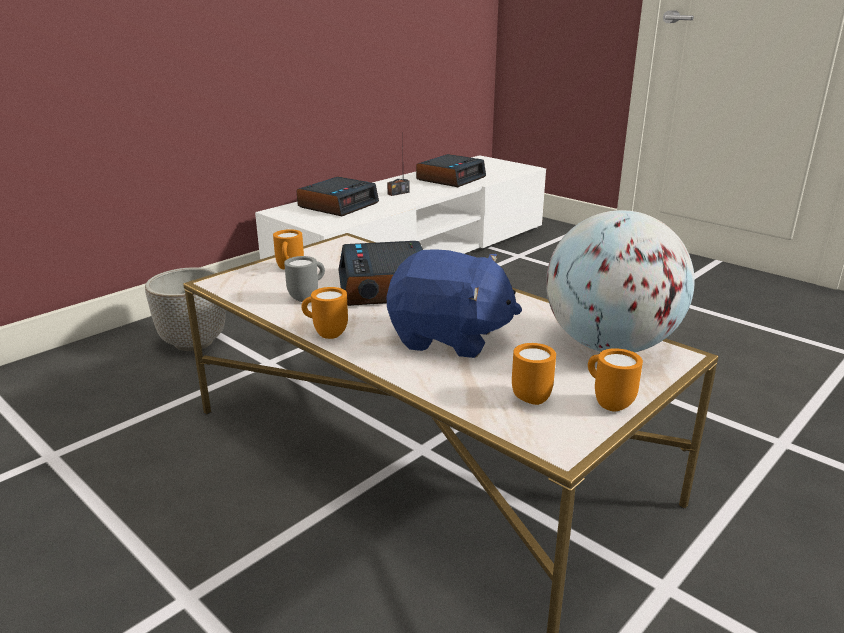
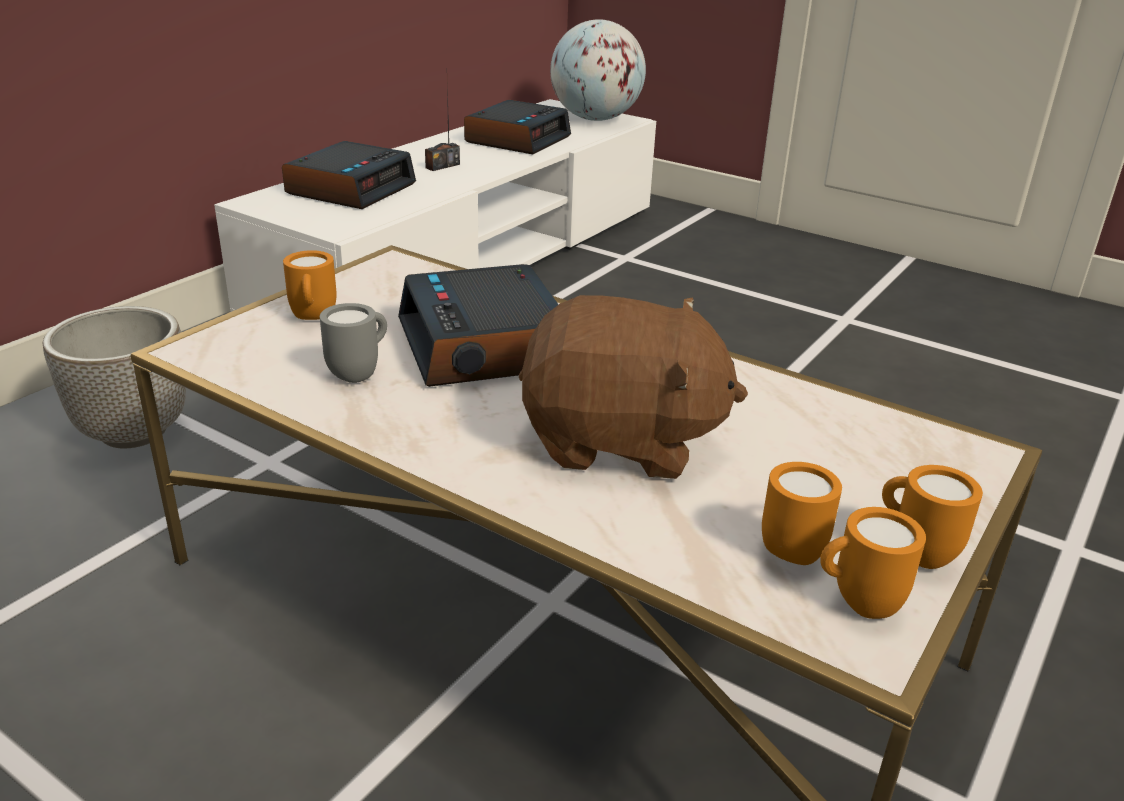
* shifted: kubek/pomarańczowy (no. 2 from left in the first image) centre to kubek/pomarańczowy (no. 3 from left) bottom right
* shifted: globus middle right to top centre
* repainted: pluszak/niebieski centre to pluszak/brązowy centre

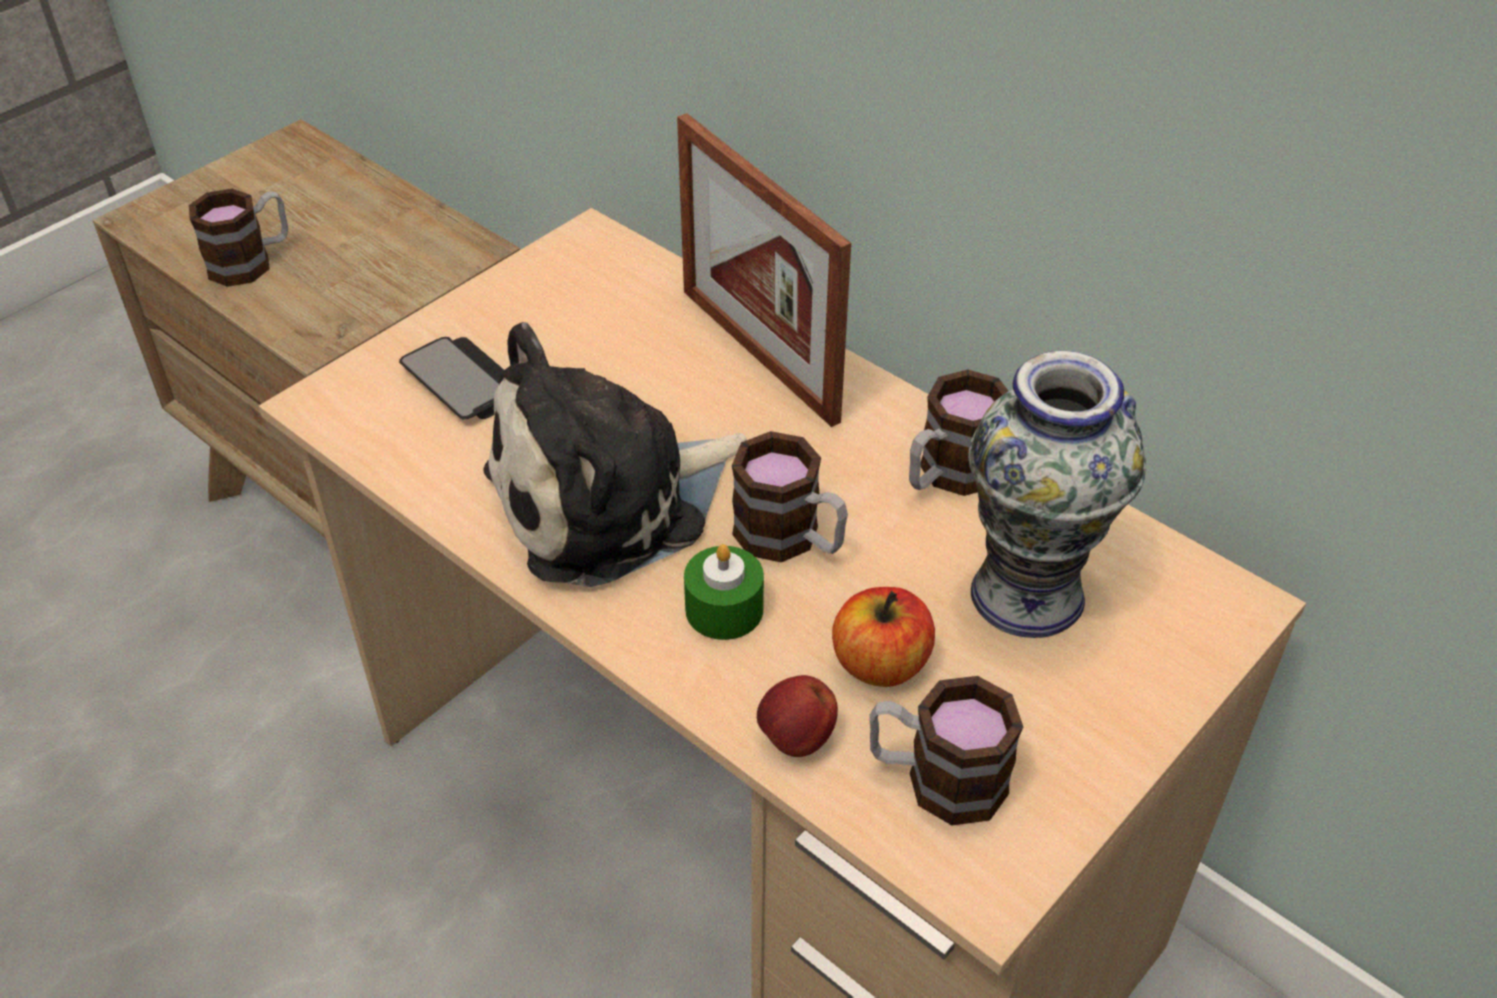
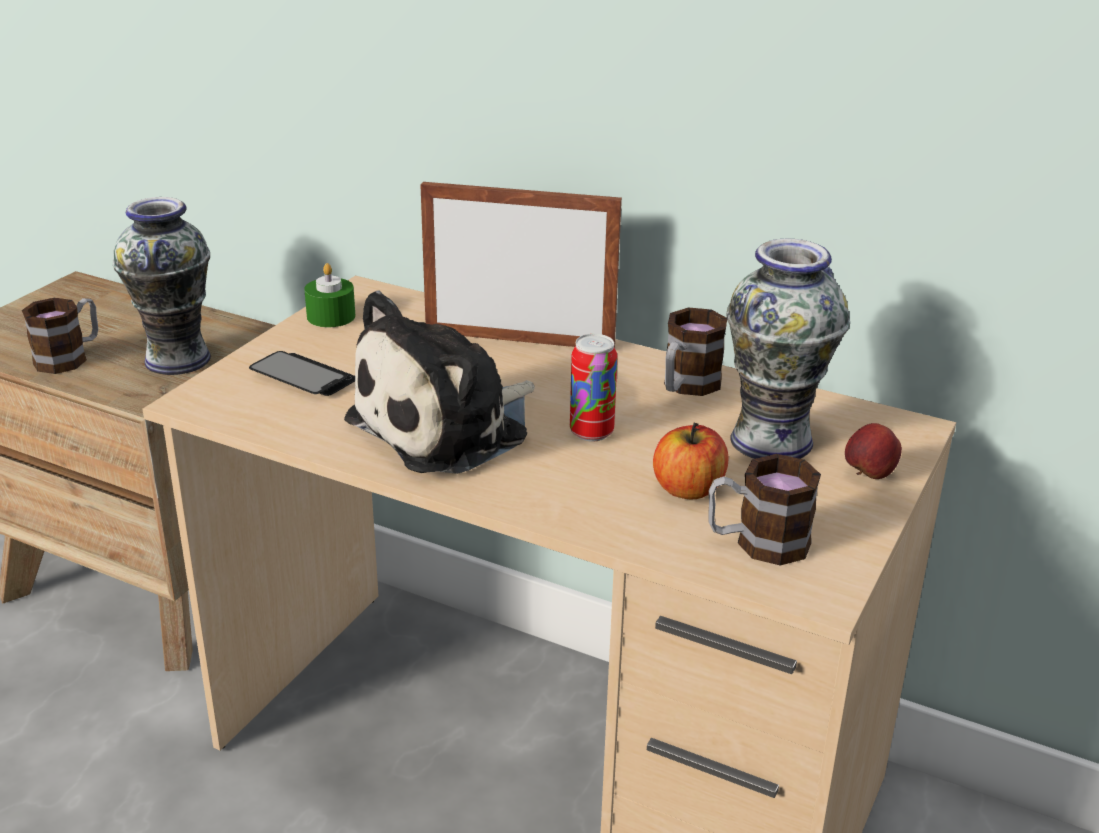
* new: wazon (no. 1 from left) middle left
* shifted: świeca/zielony centre to middle left
* shifted: jabłko (no. 1 from left in the first image) bottom centre to jabłko (no. 2 from left) middle right
* swapped: kubek (no. 2 from left) centre to puszka centre
* rotated: ramka na zdjęcie top centre = top centre 150 degrees clockwise

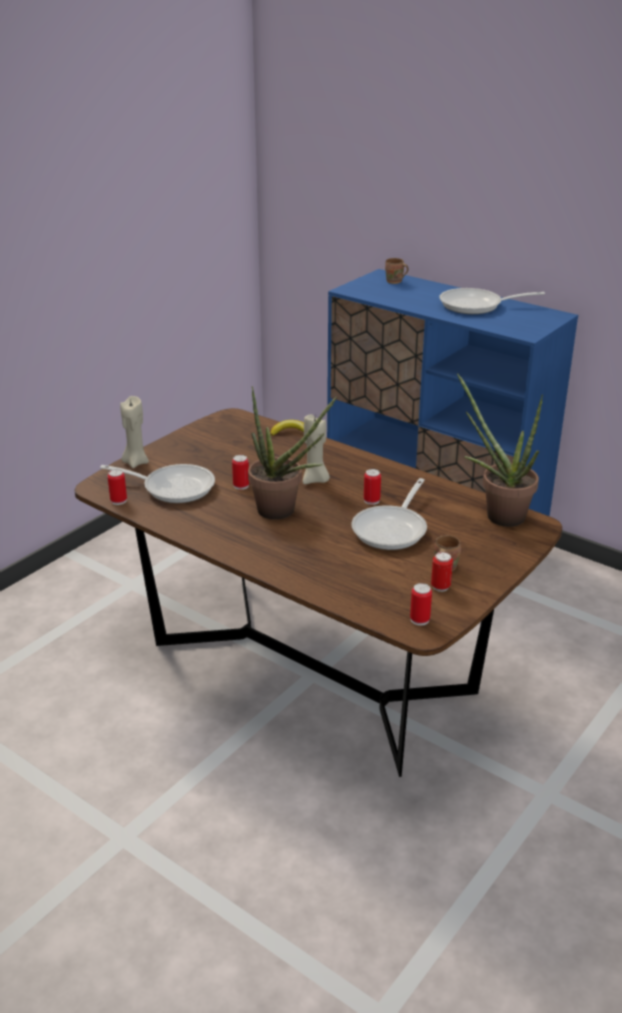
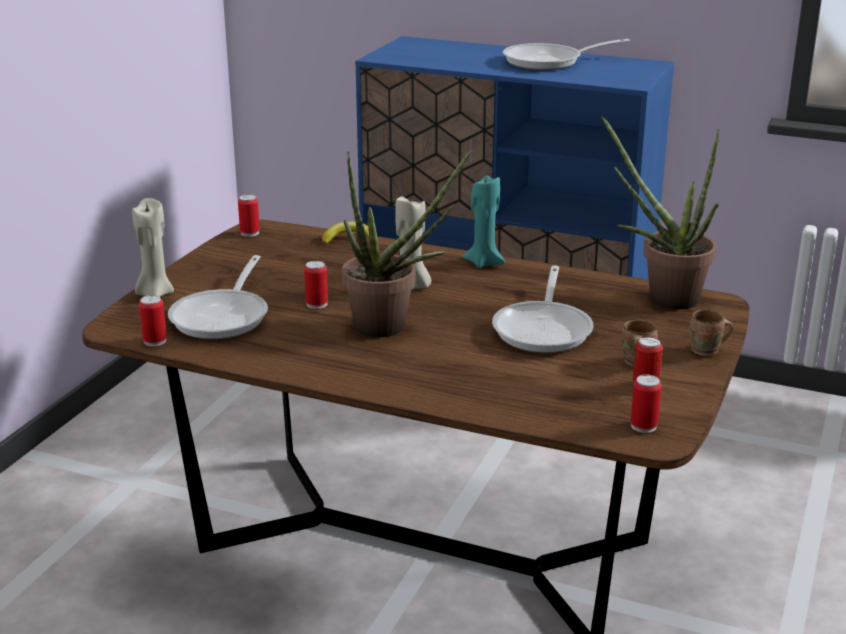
* new: świeca/turkusowy centre
* shifted: puszka (no. 3 from left in the first image) centre to puszka (no. 2 from left) middle left
* shifted: kubek/brązowy (no. 1 from left in the first image) top centre to kubek/brązowy (no. 2 from left) middle right
* rotated: patelnia (no. 1 from left) middle left = middle left 105 degrees clockwise

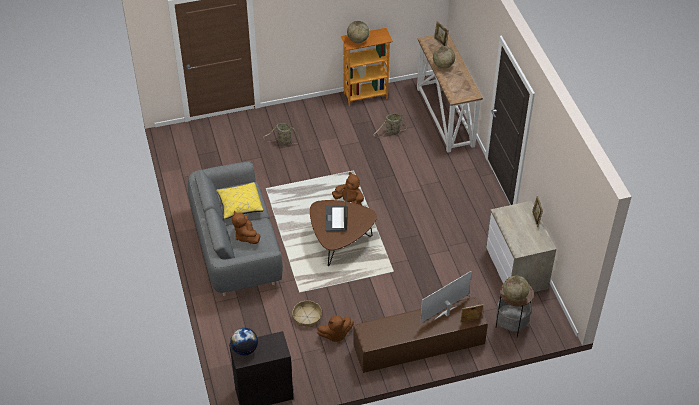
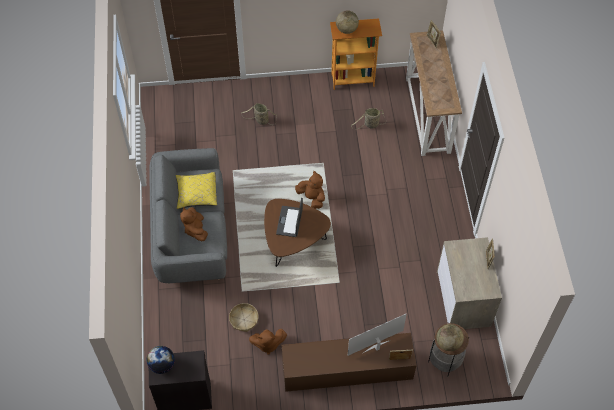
* gone: globus (no. 3 from left) top centre

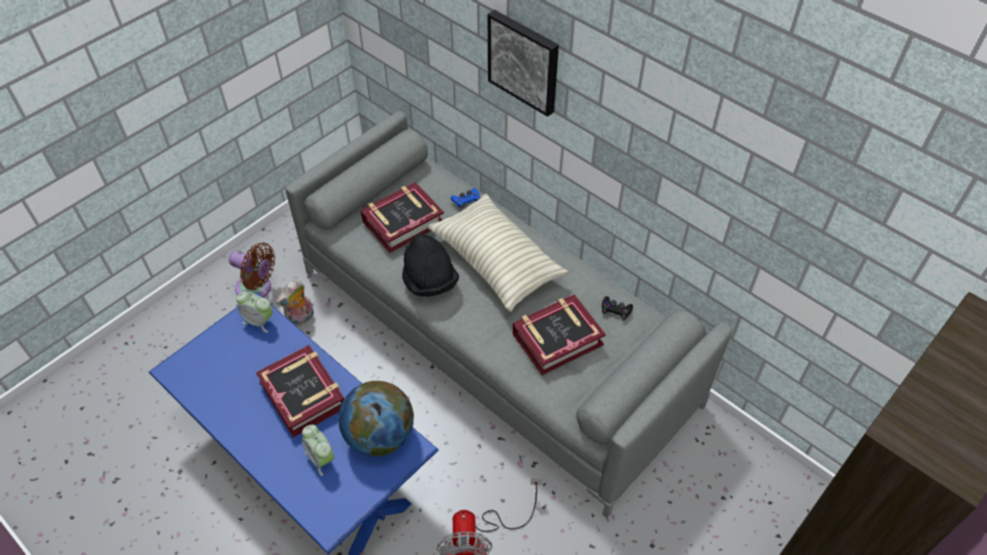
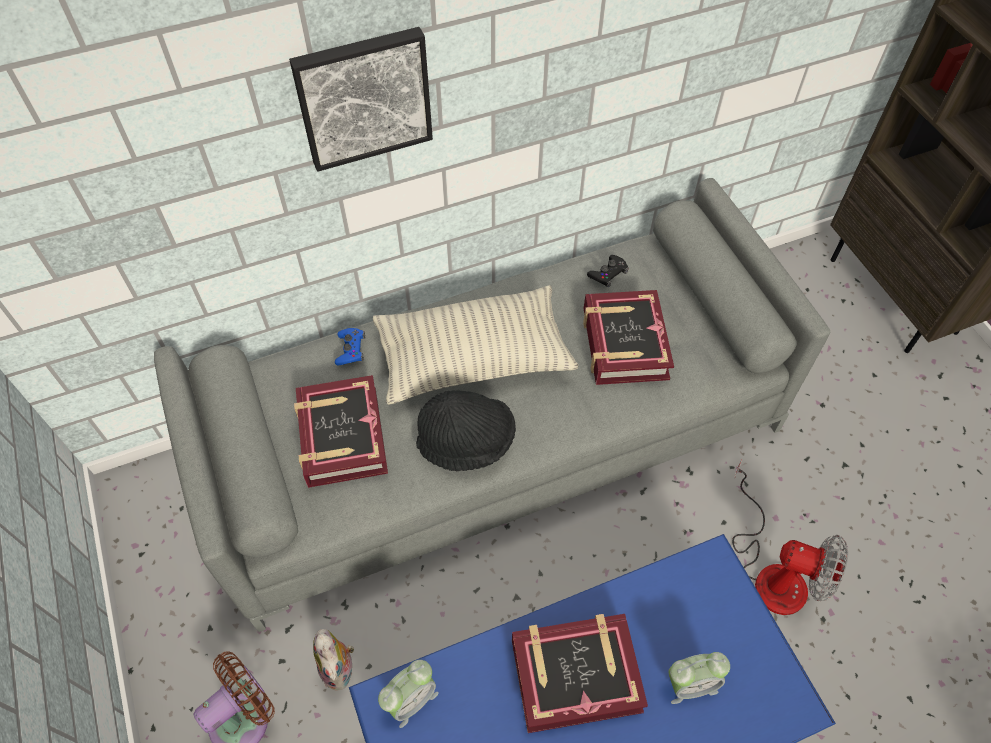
* gone: globus bottom centre

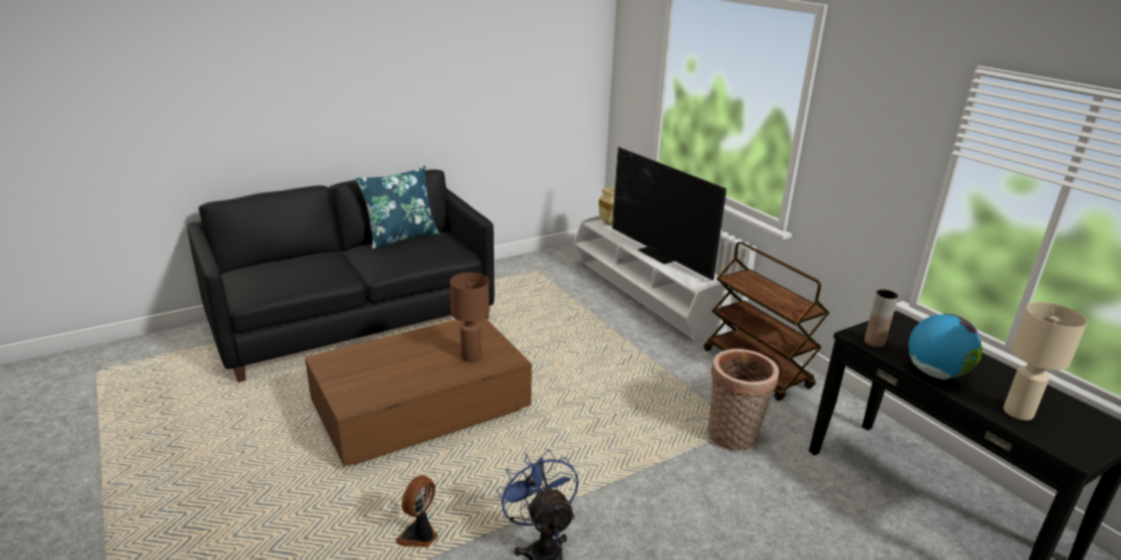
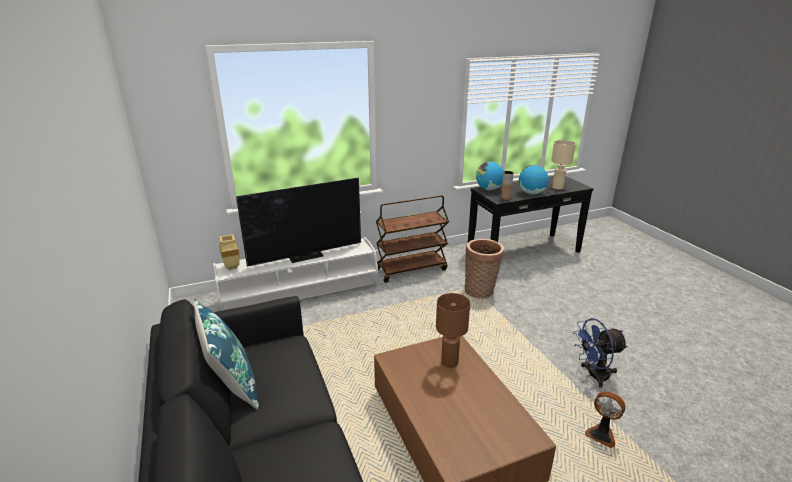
* new: globus (no. 1 from left) centre

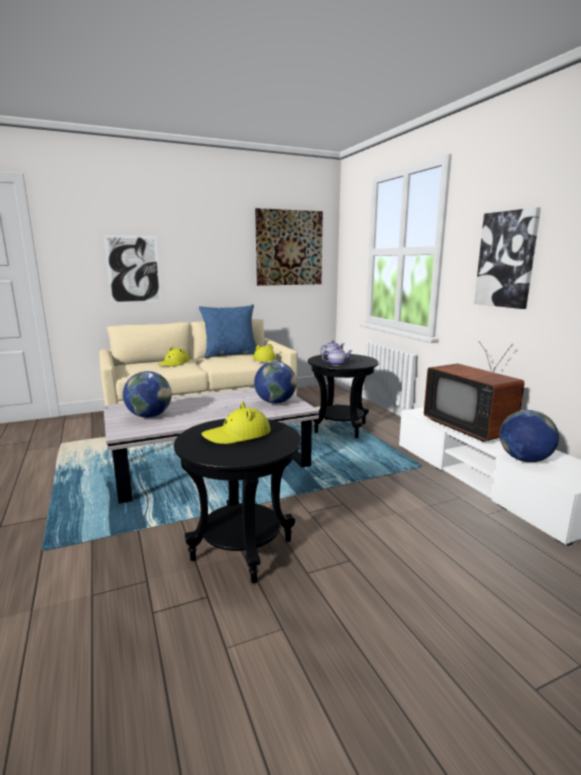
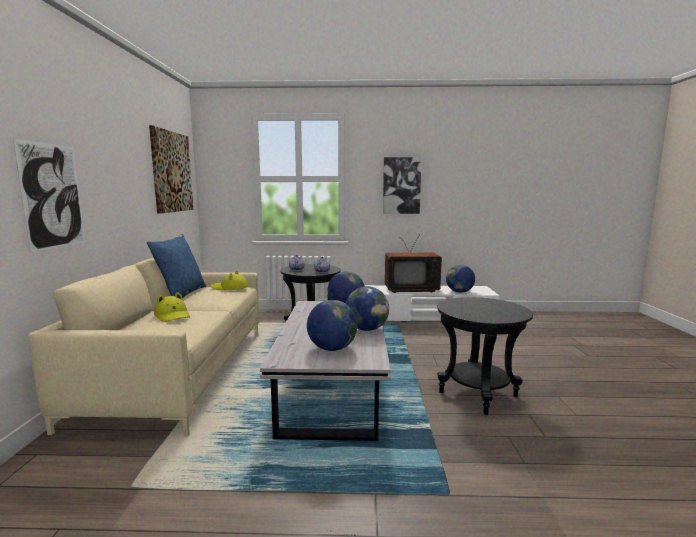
* gone: kapelusz/żółty (no. 2 from left) centre
* new: globus (no. 3 from left) centre

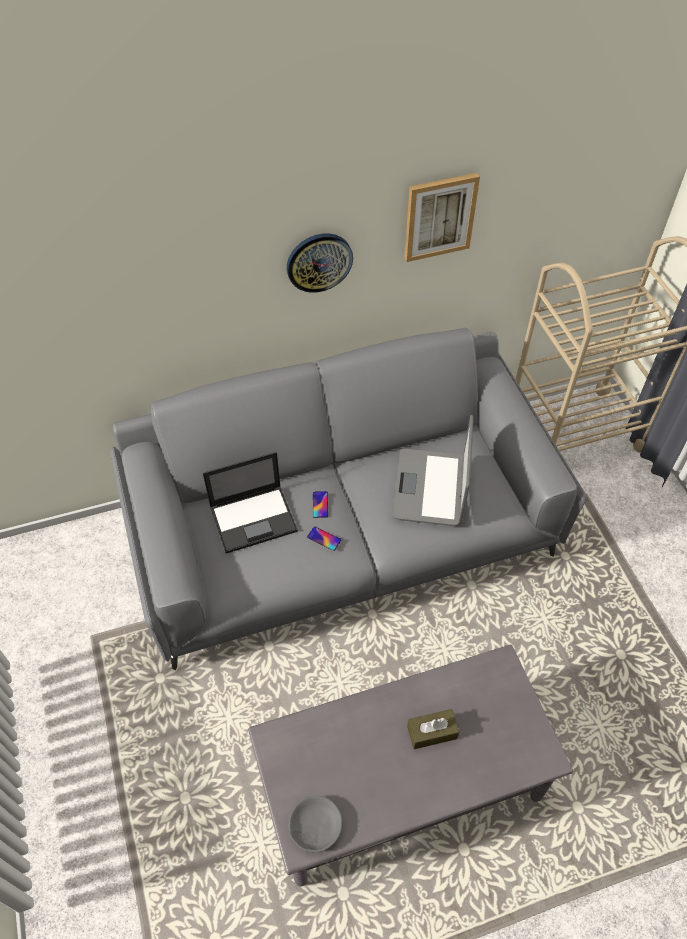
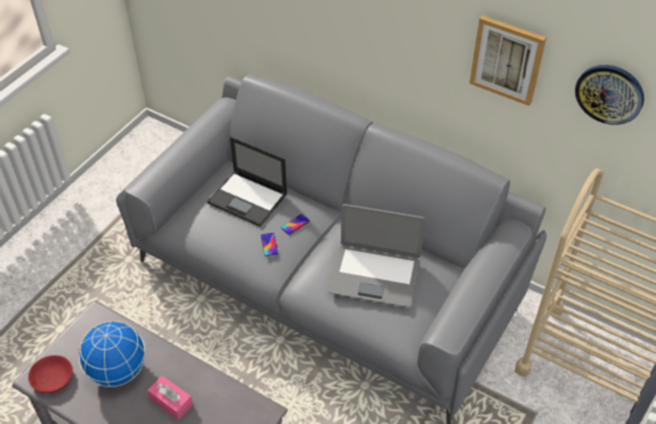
* new: globus bottom left
* shifted: zegar ścienny top centre to top right
* repainted: miska/szary bottom centre to miska/czerwony bottom left
* repainted: pudełko chusteczek/brązowy bottom centre to pudełko chusteczek/różowy bottom left
* rotated: laptop (no. 2 from left) centre = centre 135 degrees counterclockwise

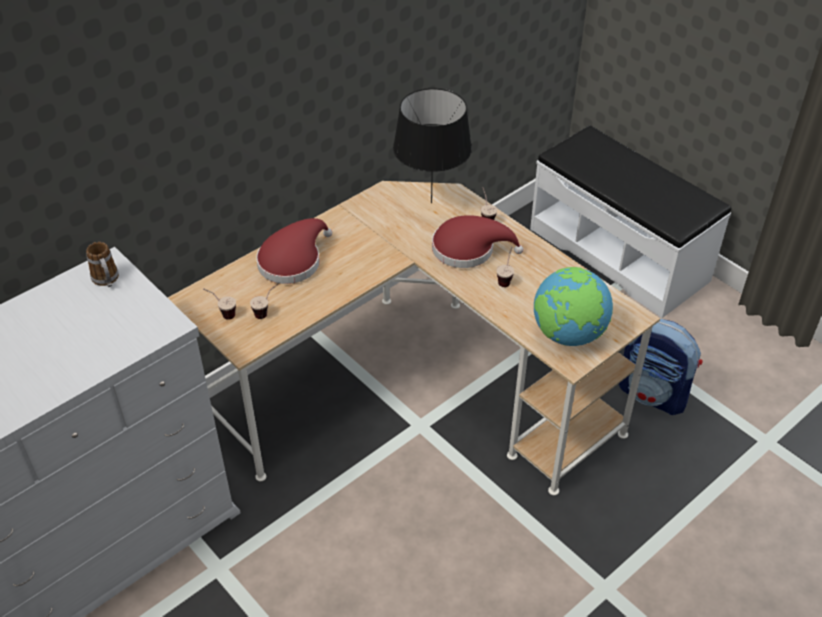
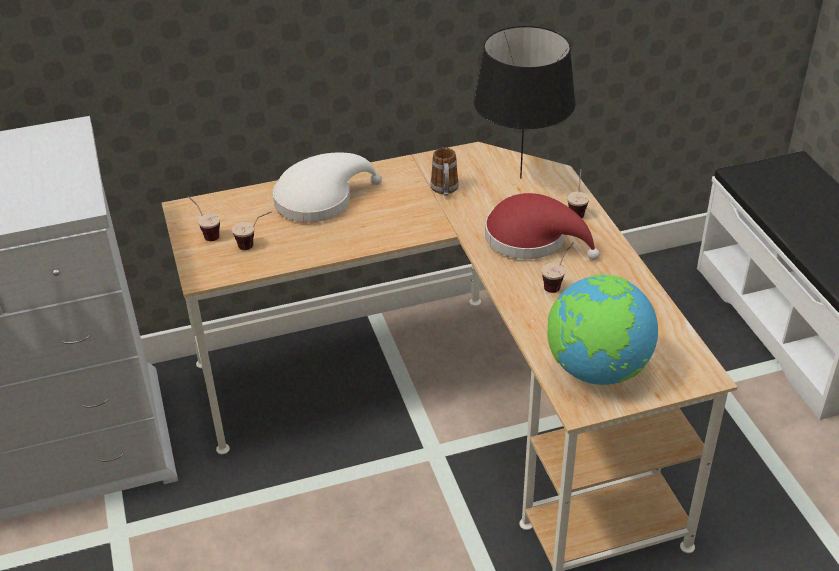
* gone: plecak middle right
* shifted: kubek middle left to top centre
* repainted: kapelusz/czerwony (no. 1 from left) centre to kapelusz/biały top centre

